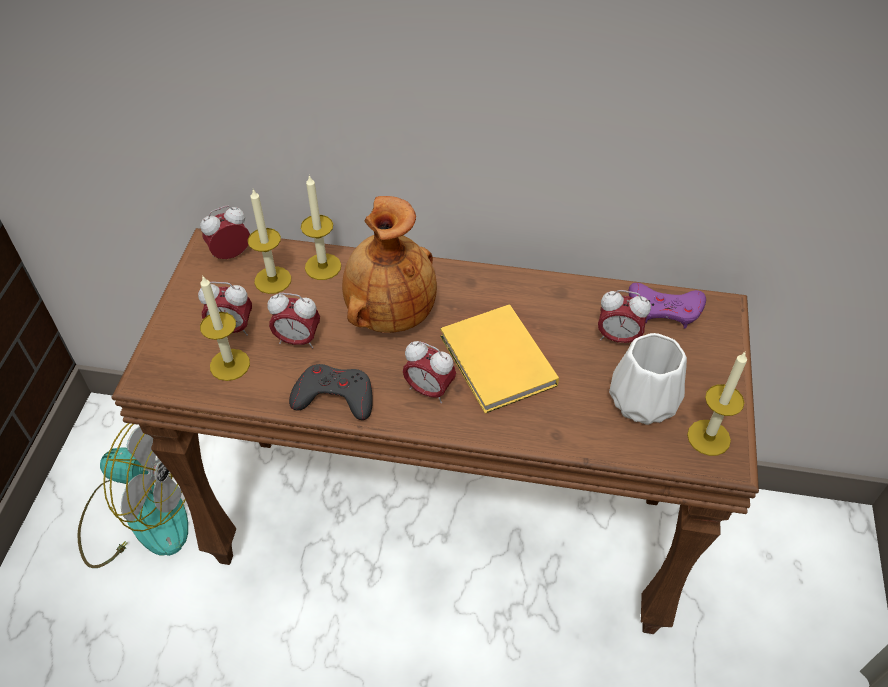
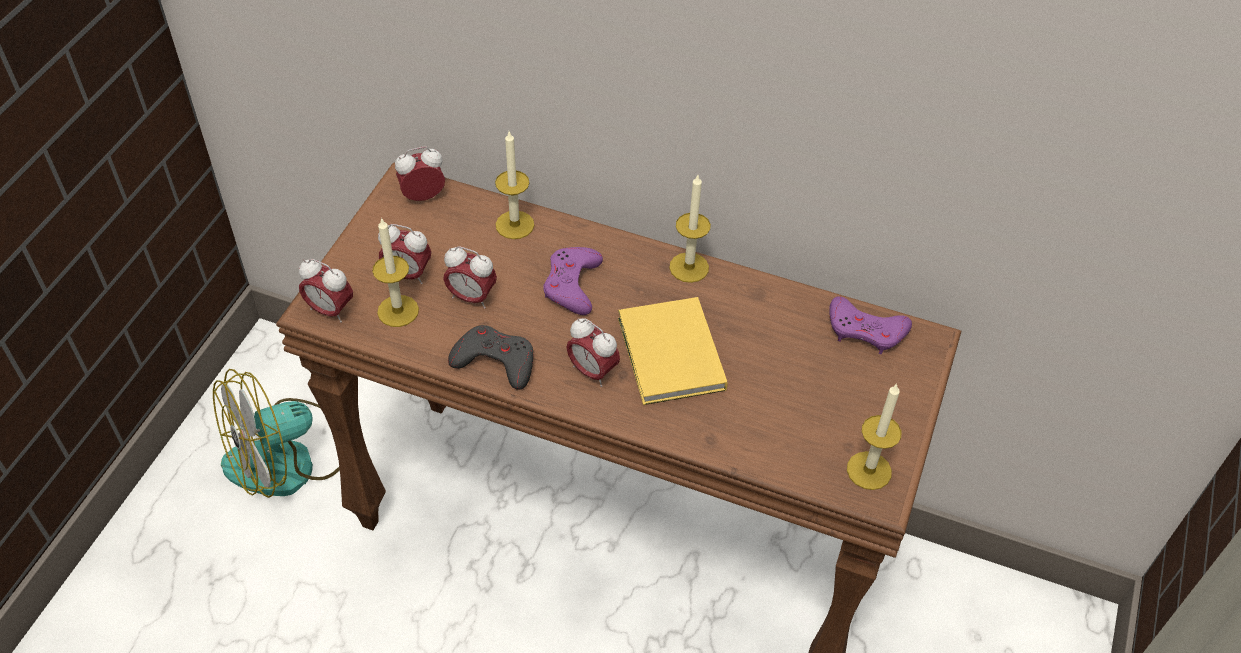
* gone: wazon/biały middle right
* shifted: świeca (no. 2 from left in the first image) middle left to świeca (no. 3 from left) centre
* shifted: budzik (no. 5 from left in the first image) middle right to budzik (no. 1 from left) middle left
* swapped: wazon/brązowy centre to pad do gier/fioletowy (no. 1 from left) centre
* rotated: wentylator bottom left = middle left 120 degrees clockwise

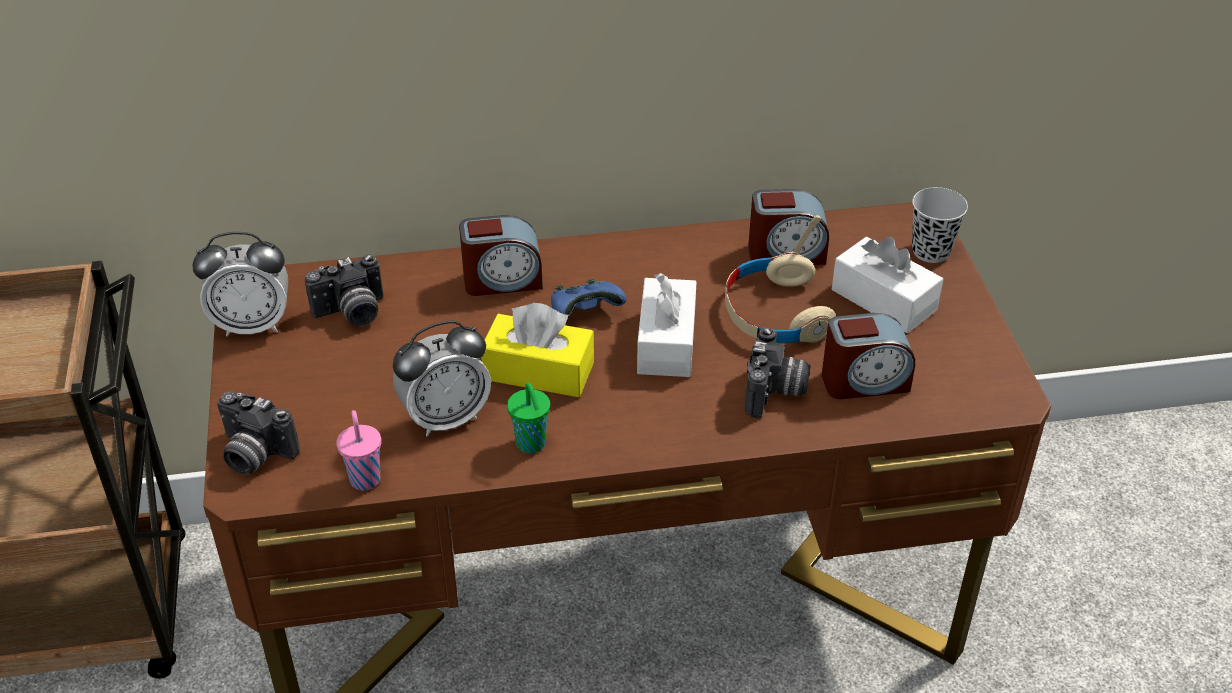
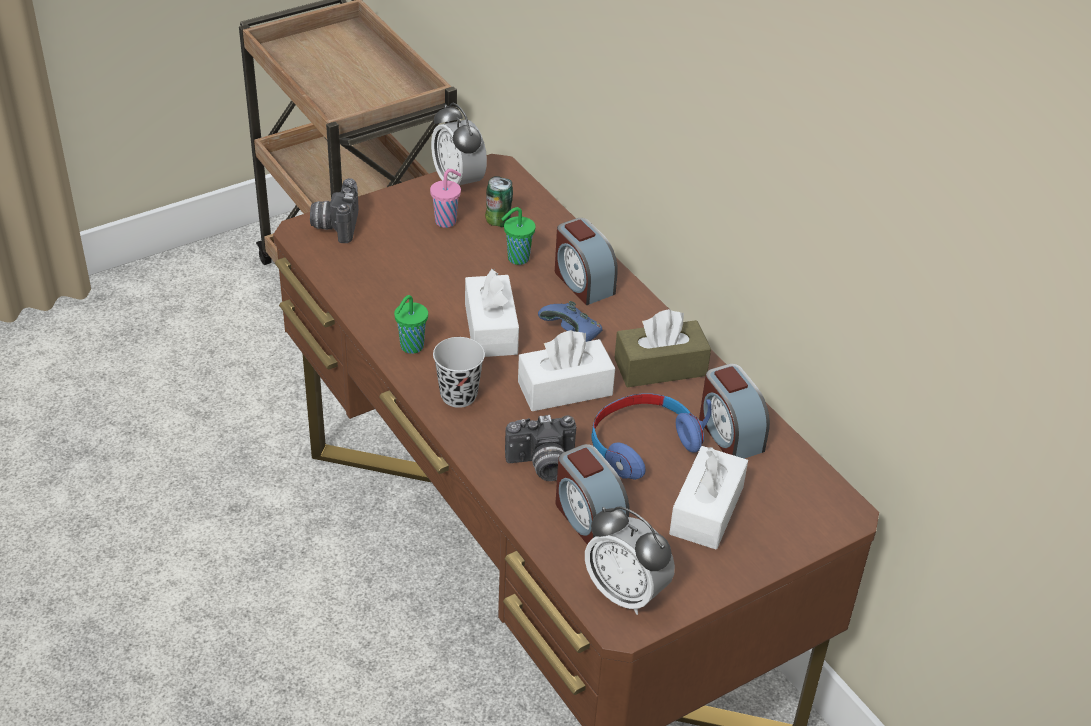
* new: filiżanka/zielony (no. 2 from left) top centre
* new: pudełko chusteczek/brązowy centre
* shifted: filiżanka/różowy middle left to top centre
* shifted: budzik (no. 2 from left in the first image) centre to budzik (no. 4 from left) bottom centre
* shifted: filiżanka/czarny top right to centre
* swapped: aparat fotograficzny (no. 2 from left) middle left to puszka top centre
* repainted: pudełko chusteczek/żółty centre to pudełko chusteczek/biały (no. 1 from left) centre
* repainted: słuchawki/beżowy centre to słuchawki/niebieski centre

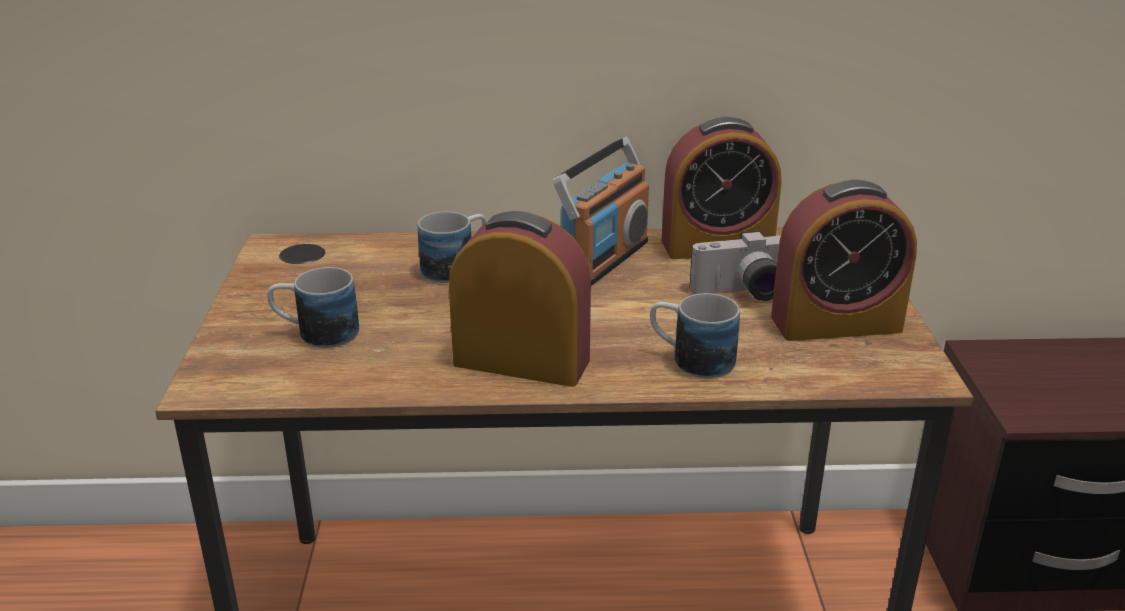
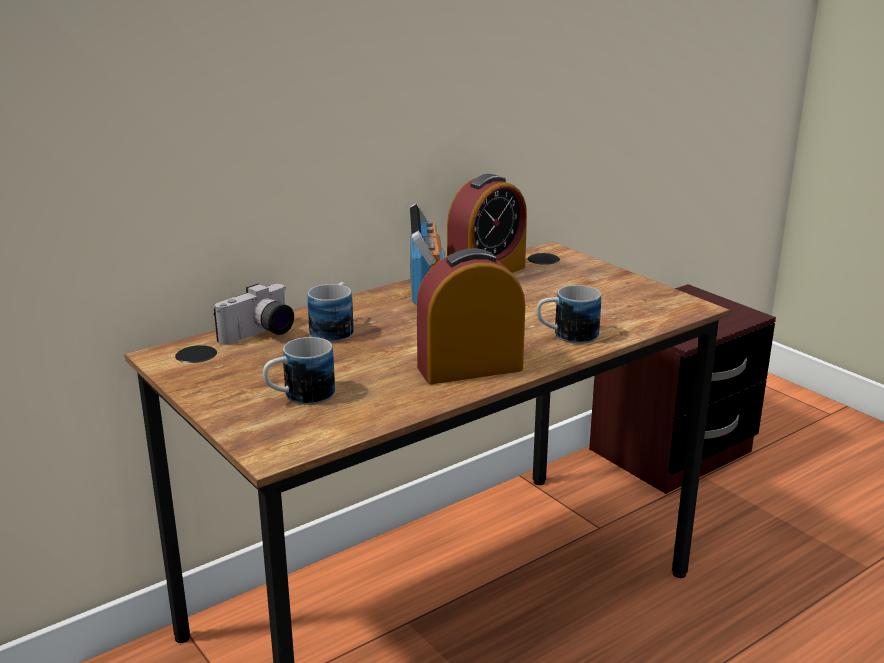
* gone: budzik (no. 3 from left) middle right
* shifted: aparat fotograficzny centre to middle left

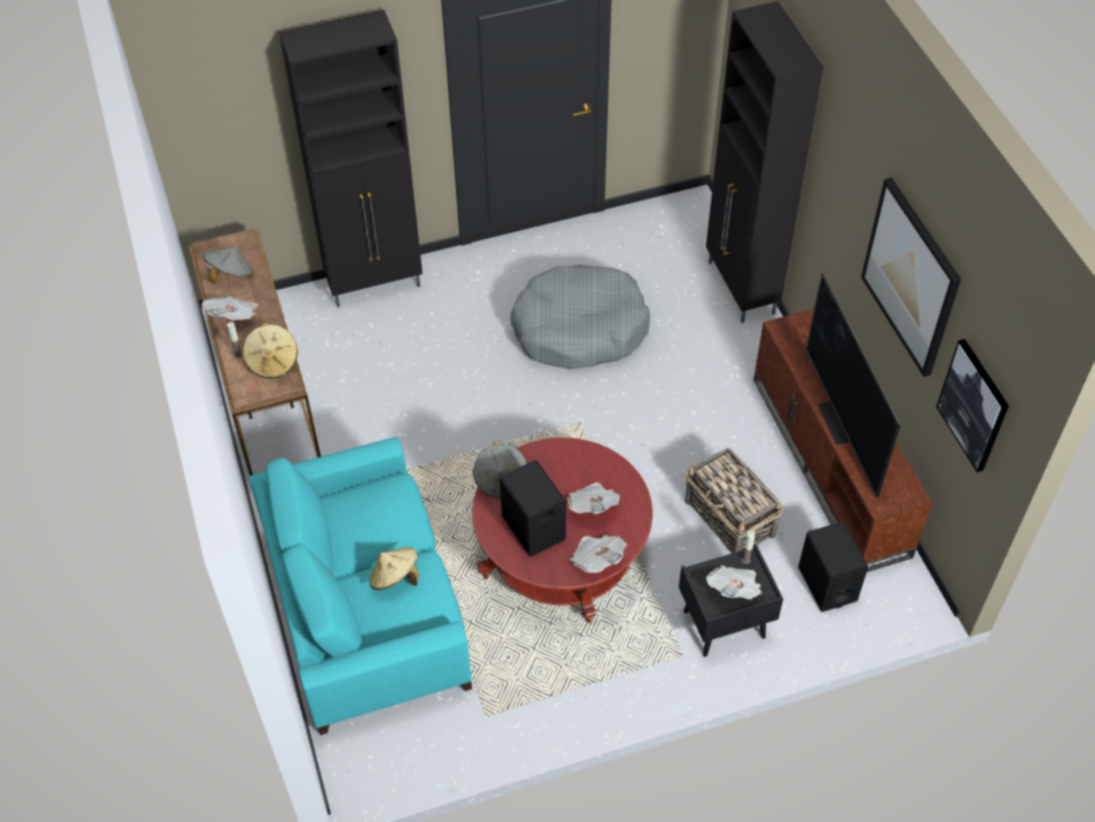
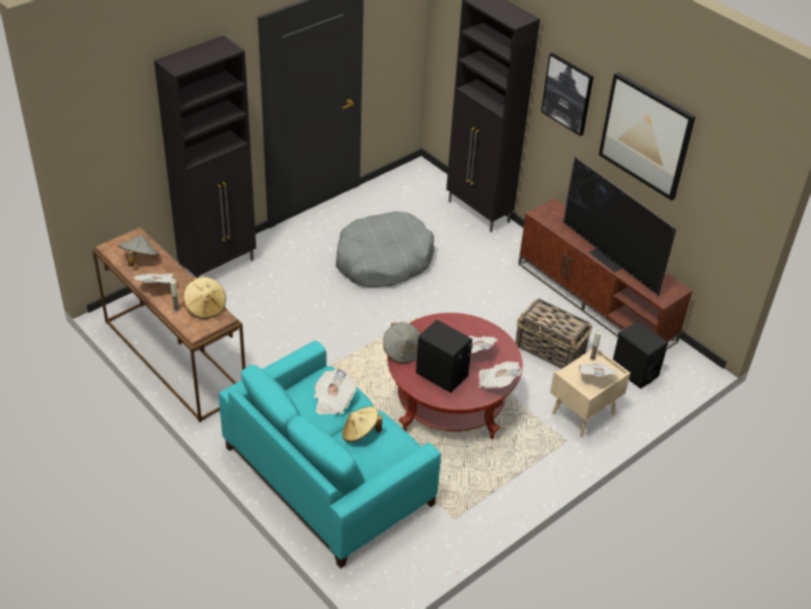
* new: gazeta (no. 2 from left) centre
* shifted: obraz (no. 2 from left in the first image) middle right to obraz (no. 1 from left) top right
* repainted: szafka nocna/czarny bottom right to szafka nocna/beżowy middle right

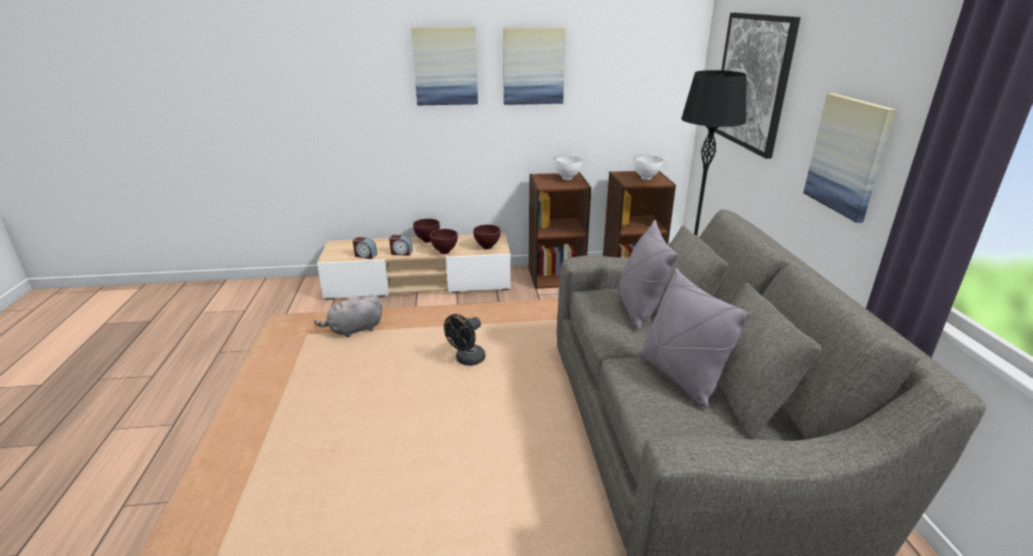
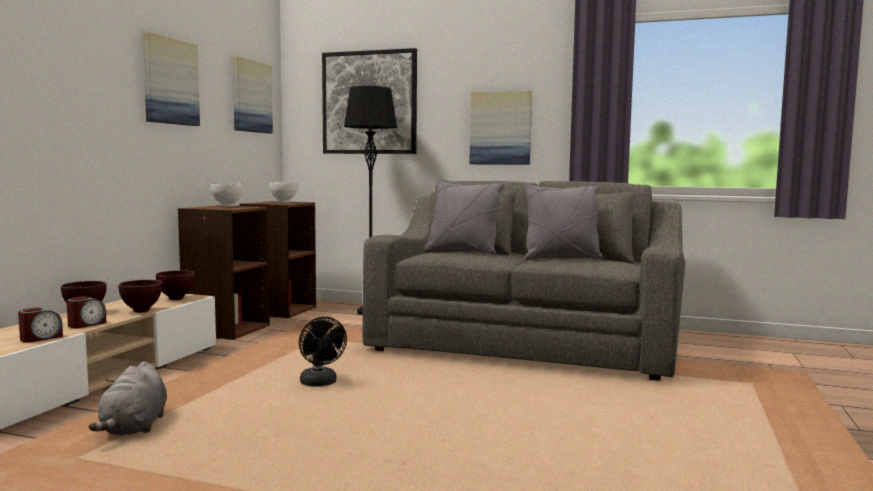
* shifted: obraz (no. 1 from left in the first image) top centre to obraz (no. 2 from left) top left

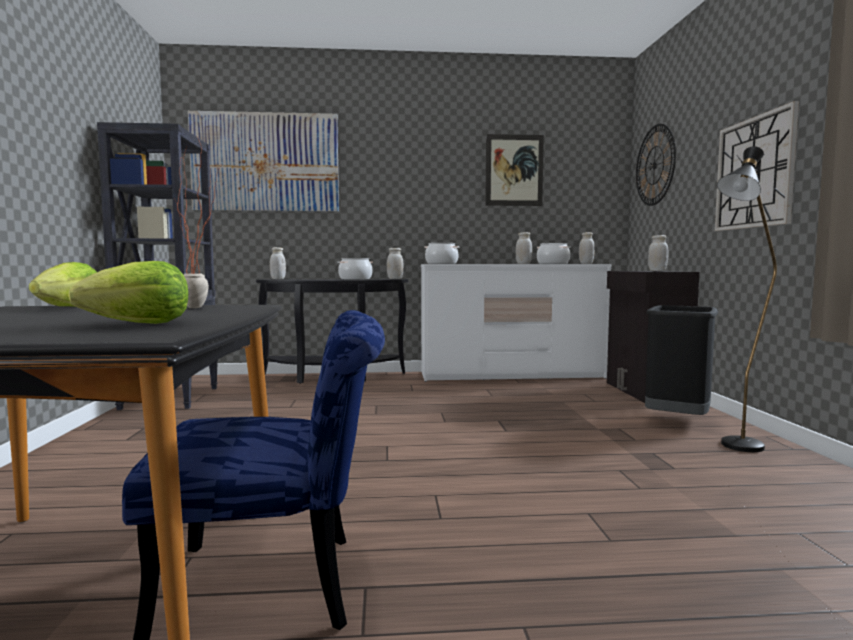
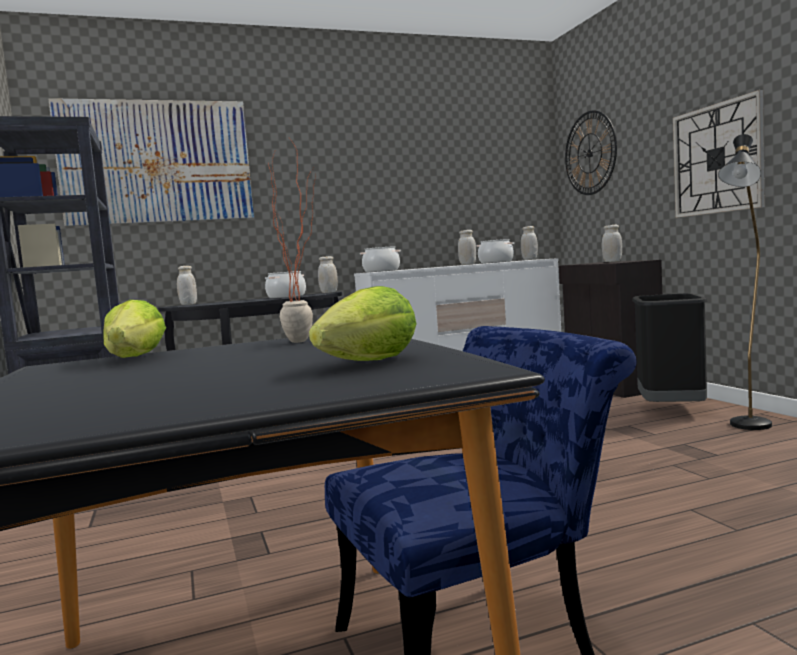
* gone: obraz (no. 2 from left) top centre

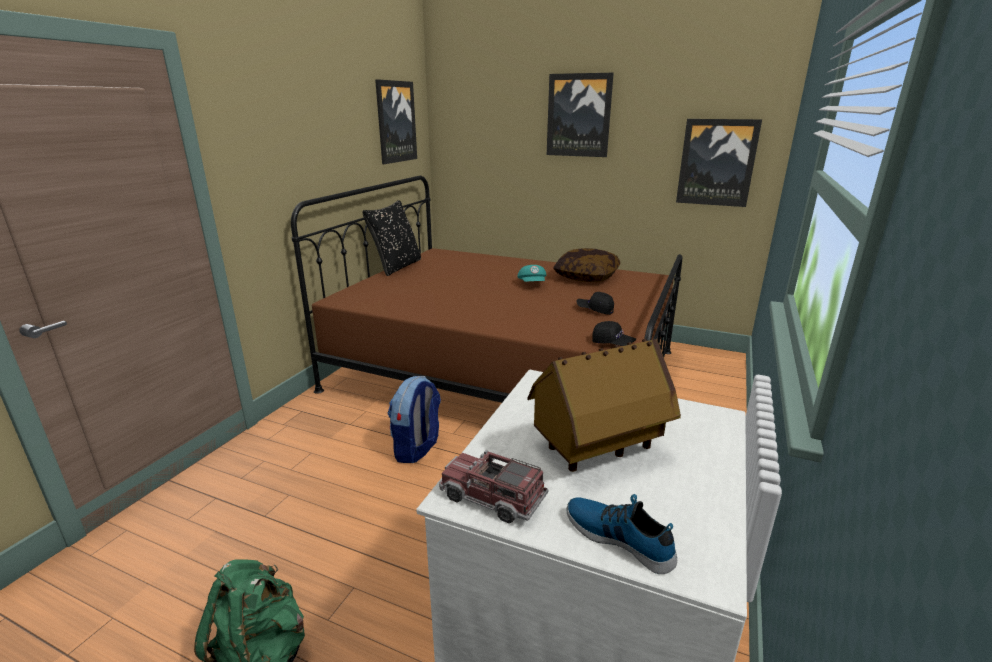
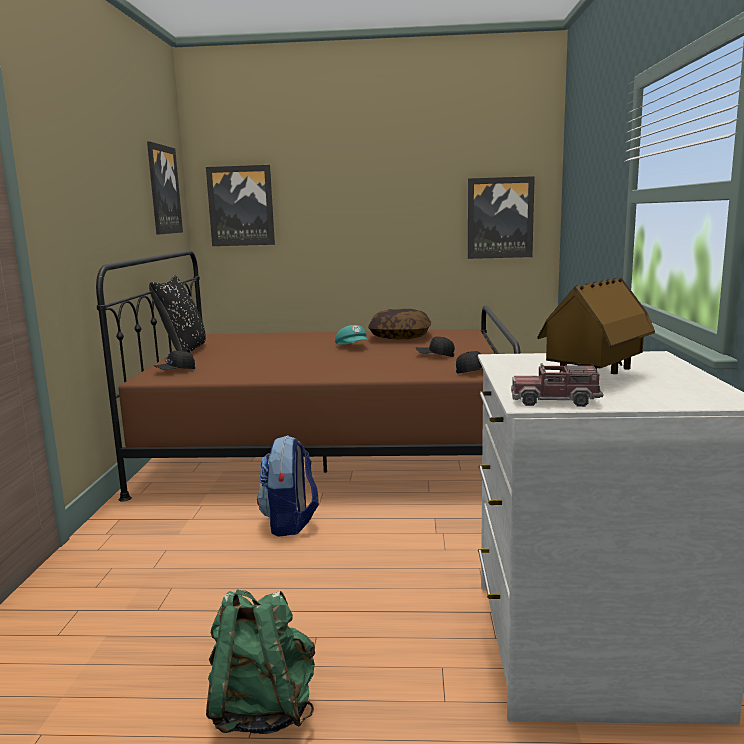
* gone: but bottom centre
* new: czapka z daszkiem/czarny (no. 1 from left) middle left
* shifted: obraz (no. 2 from left) top centre to top left

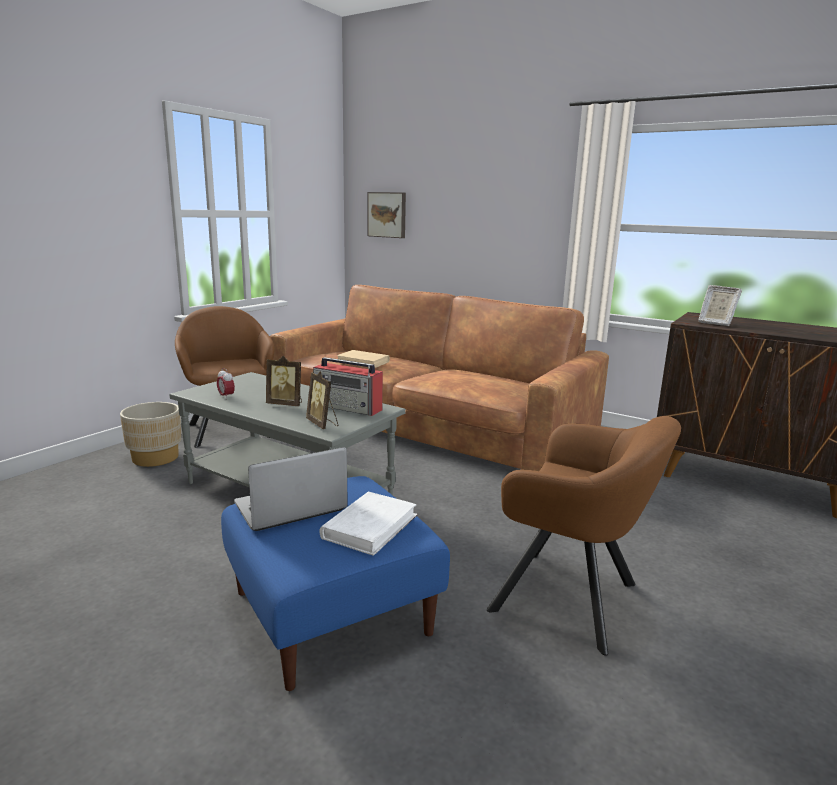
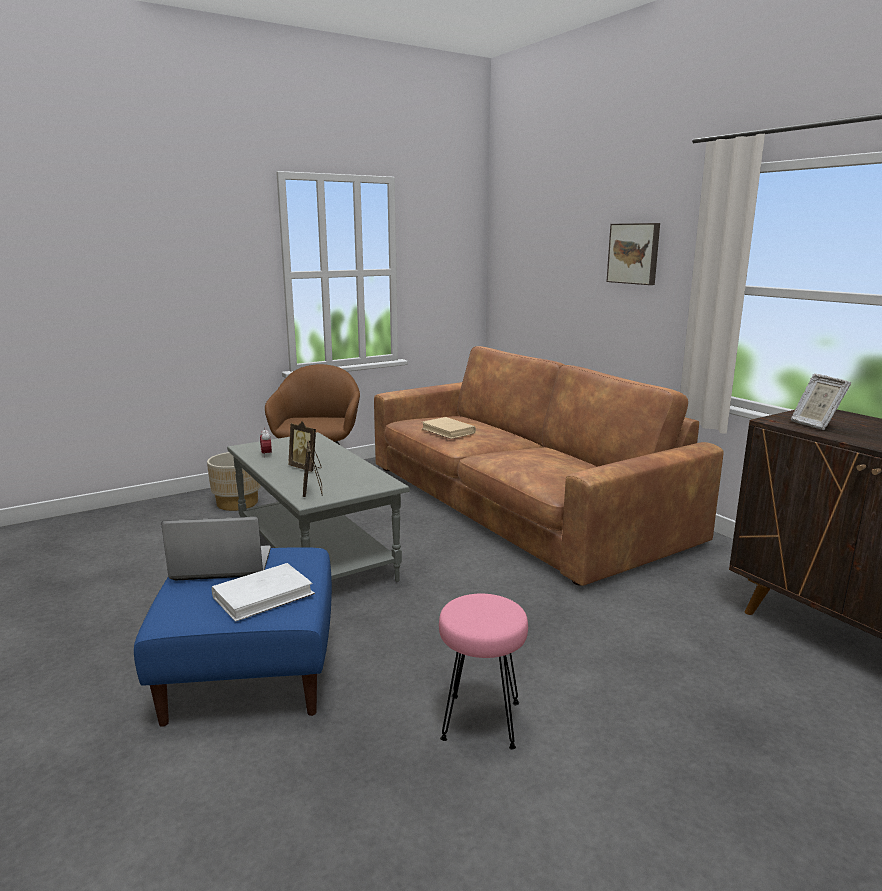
* gone: radio centre
* shifted: obraz top centre to top right
* swapped: fotel/brązowy (no. 2 from left) bottom right to stołek/różowy bottom centre

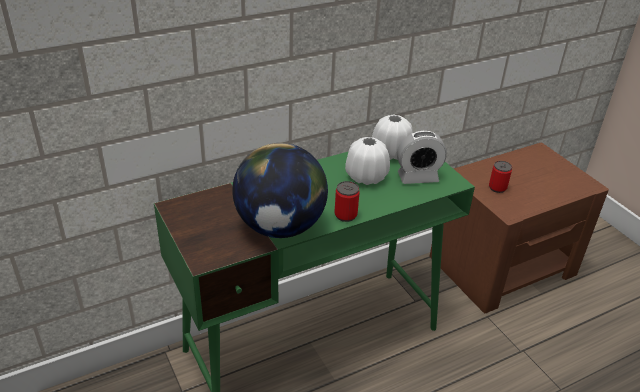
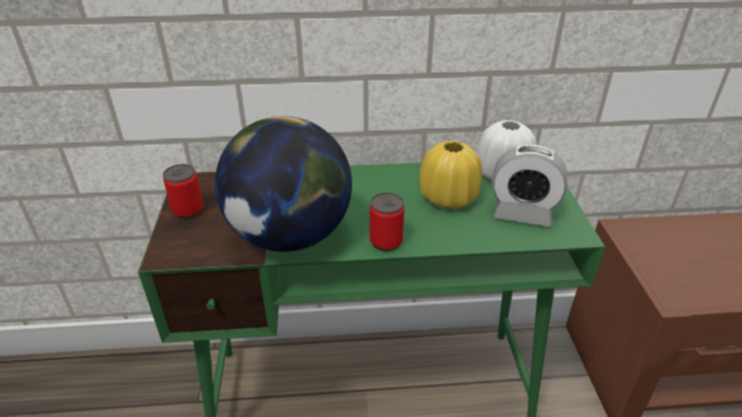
* shifted: puszka (no. 2 from left in the first image) middle right to puszka (no. 1 from left) middle left
* repainted: wazon/biały (no. 1 from left) centre to wazon/żółty centre

